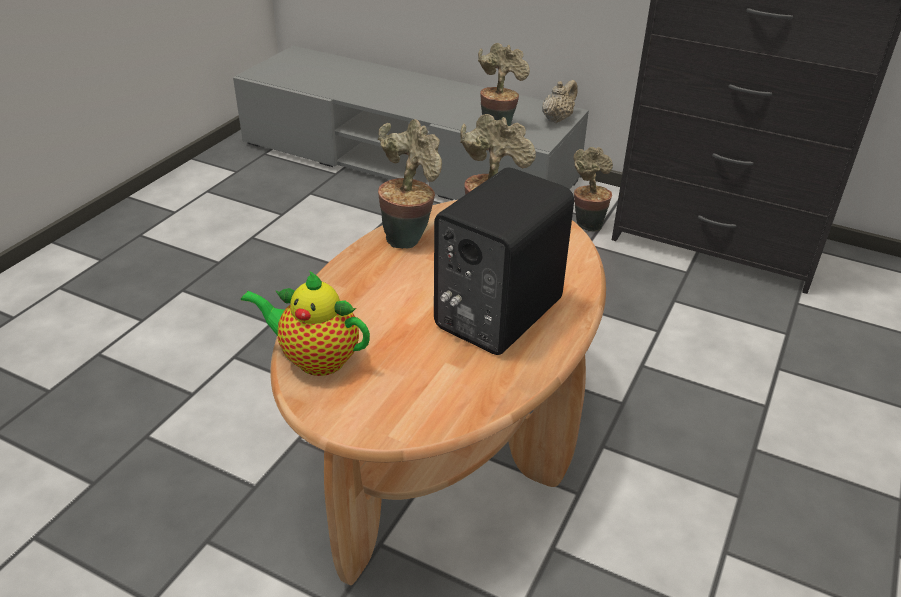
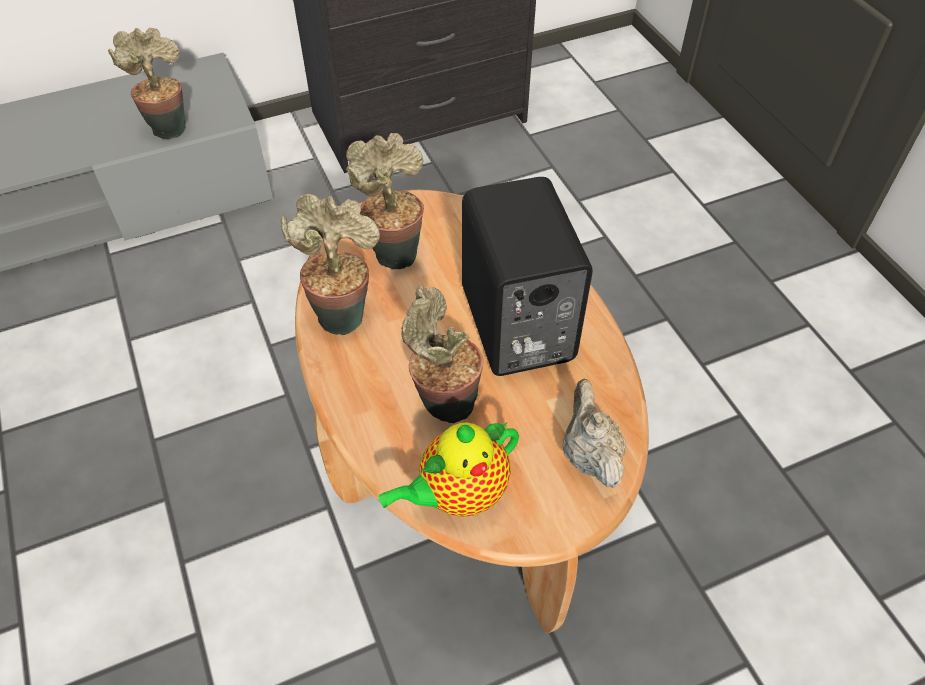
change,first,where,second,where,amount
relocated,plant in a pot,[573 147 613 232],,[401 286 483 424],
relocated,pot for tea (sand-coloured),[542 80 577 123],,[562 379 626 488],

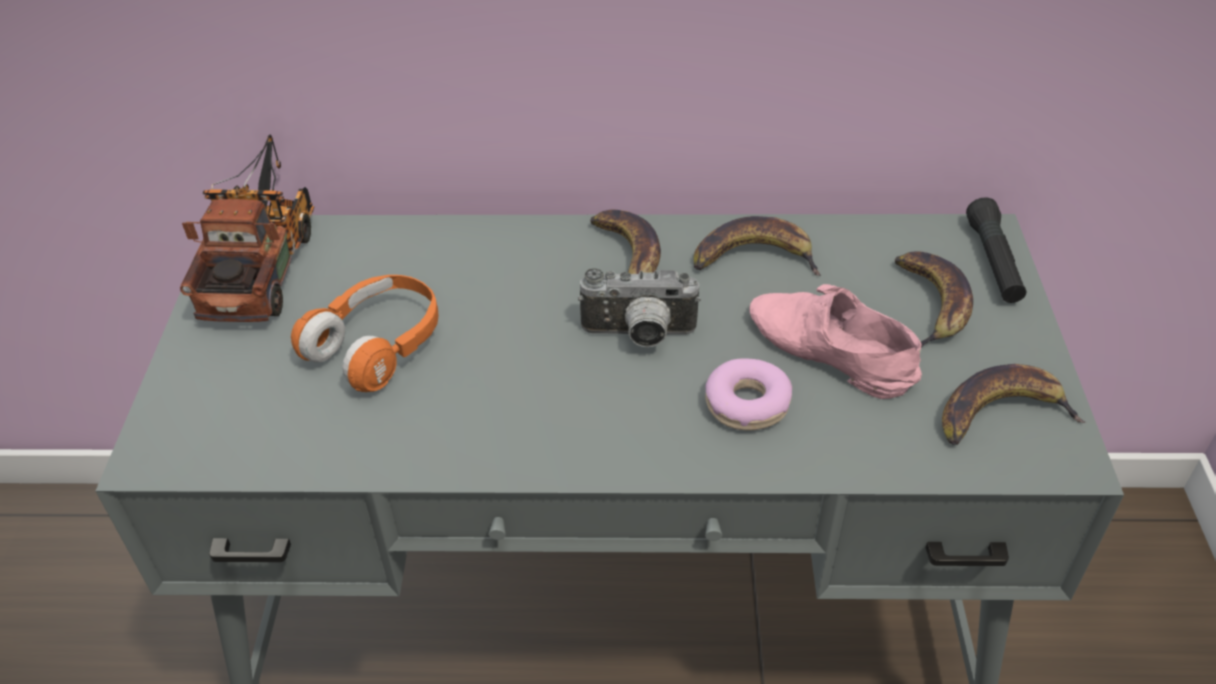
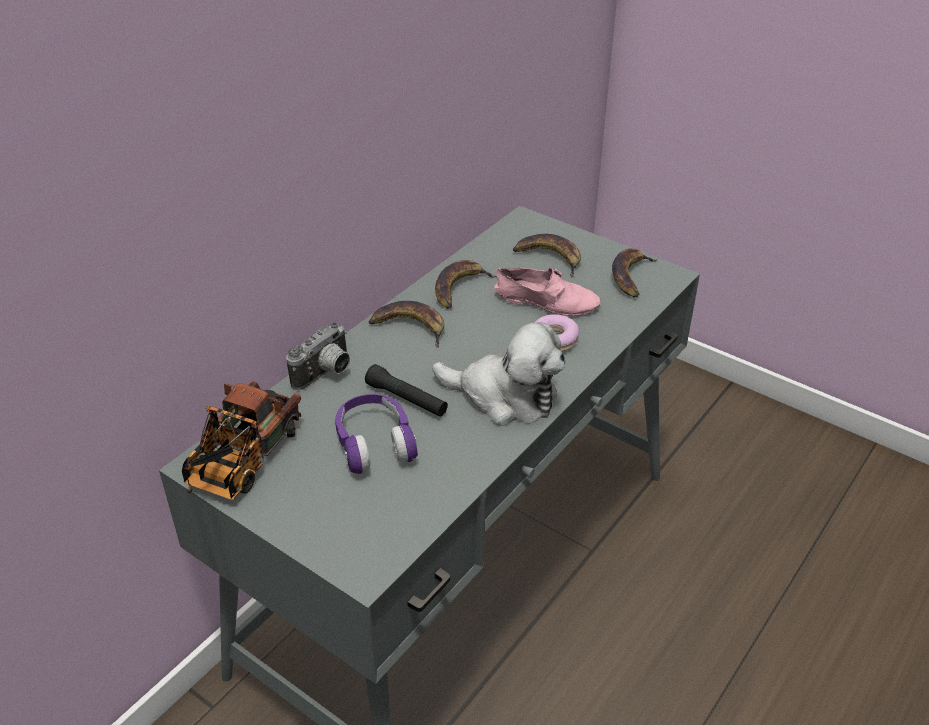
change,first,where,second,where,amount
spun,model truck,[180 134 314 322],,[182 381 301 500],105 degrees counterclockwise
relocated,still camera,[578 268 701 347],,[286 322 350 390],
colour,headset (orange-coloured),[291 275 439 392],headset (purple),[335 394 418 474],
relocated,hand torch (blackish),[966 197 1027 303],,[365 364 448 417],
appeared,,,cuddly toy,[432 322 565 426],
spun,item of footwear (pink-coloured),[750 284 922 399],,[494 267 600 316],150 degrees counterclockwise

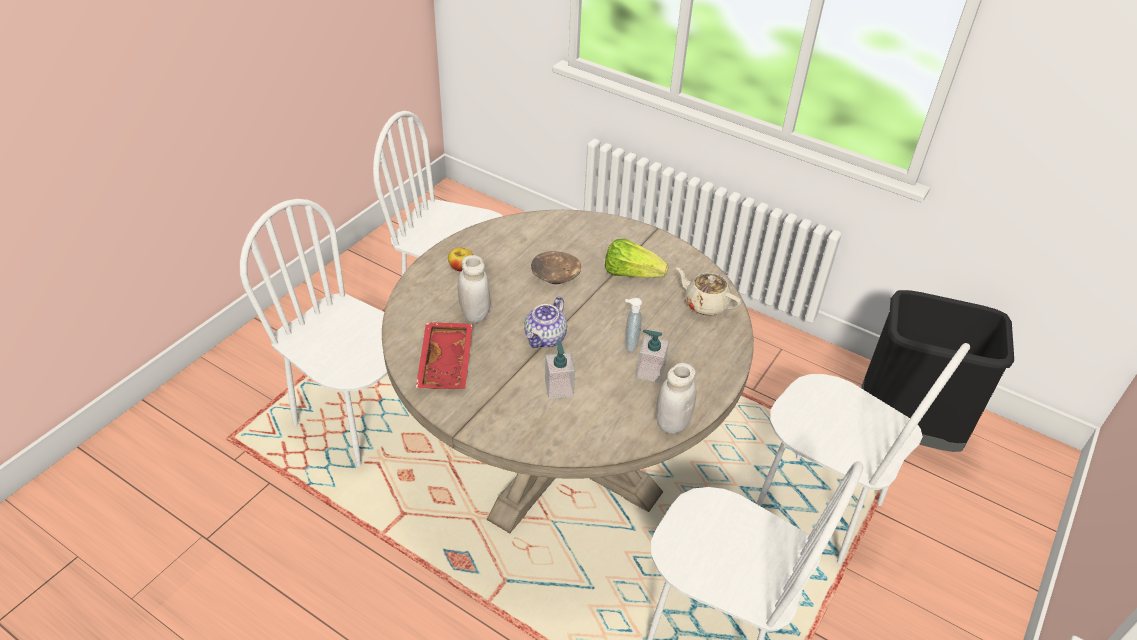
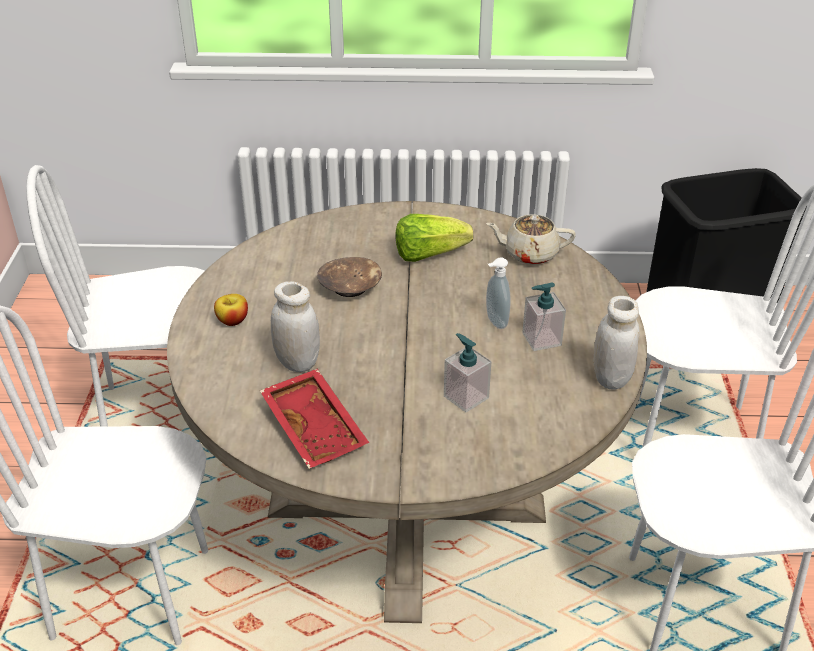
change,first,where,second,where,amount
missing,pot for tea,[524 296 567 348],,,

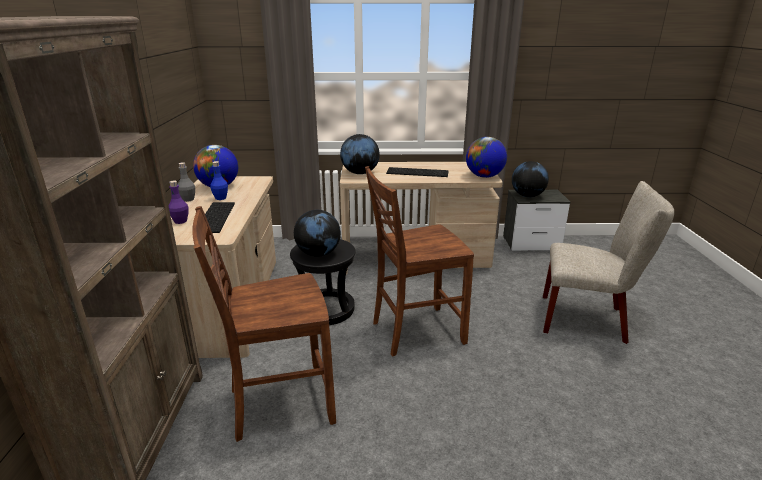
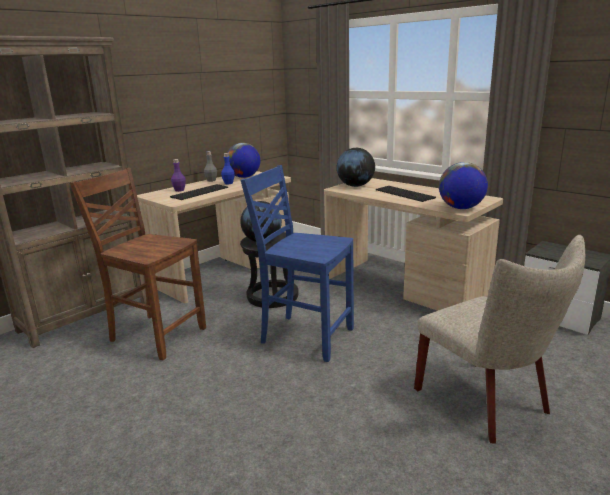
change,first,where,second,where,amount
colour,plain chair (brown-coloured),[365 166 474 356],plain chair (blue-coloured),[241 165 354 362],
missing,world globe,[512 161 549 197],,,

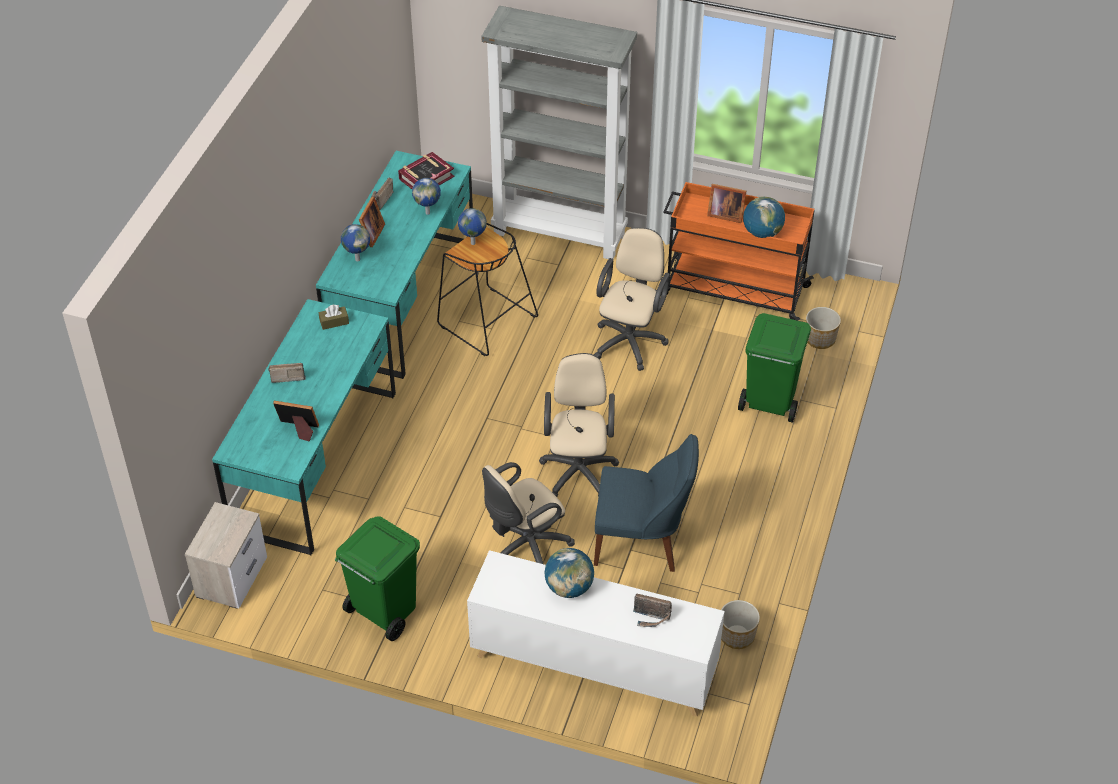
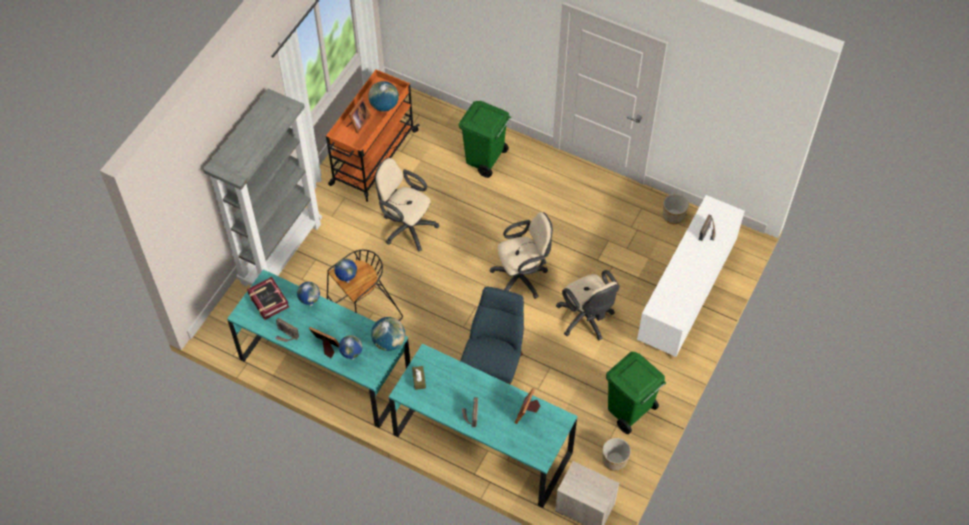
change,first,where,second,where,amount
relocated,world globe,[545 548 594 598],,[371 317 405 351],
relocated,plain chair (blue-coloured),[594 434 699 572],,[460 287 524 385],
spun,office chair (sand-coloured),[539 353 619 497],,[490 212 553 299],150 degrees clockwise
relocated,planter,[806 307 841 349],,[603 438 631 471],

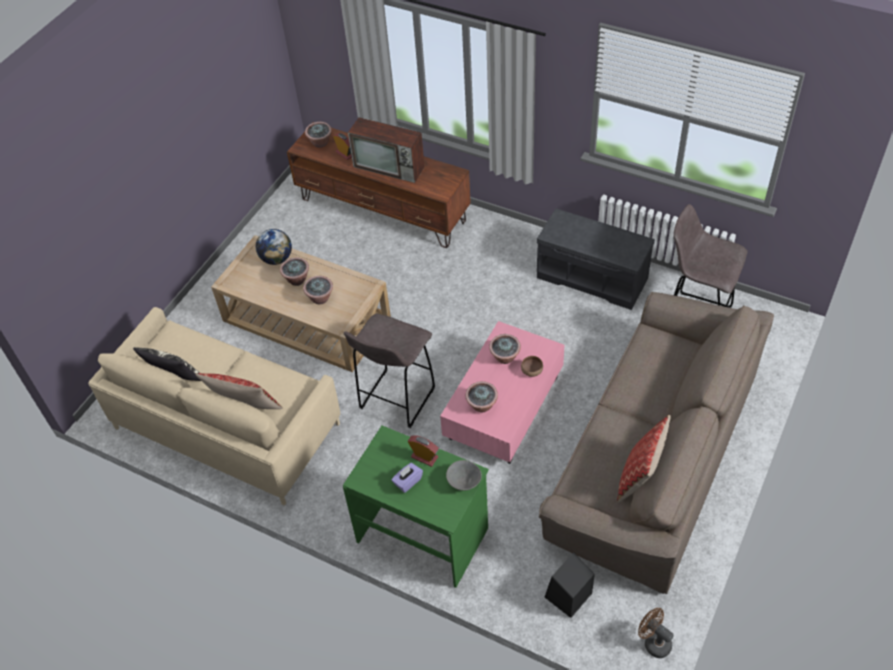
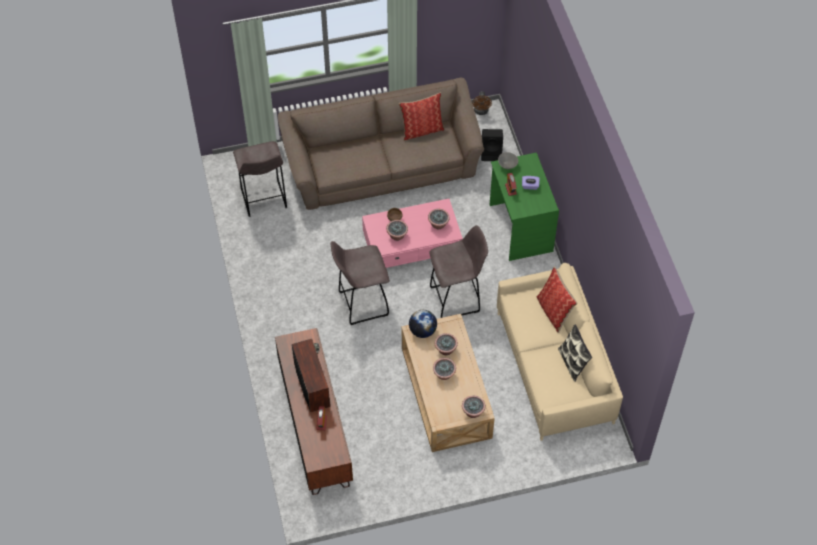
change,first,where,second,where,amount
appeared,,,stool seat (gray),[331 241 390 325],
relocated,world globe,[256 229 292 265],,[409 310 437 338],
relocated,plant in a pot,[305 122 332 148],,[462 395 485 418],
missing,bench (gray),[537 209 655 310],,,

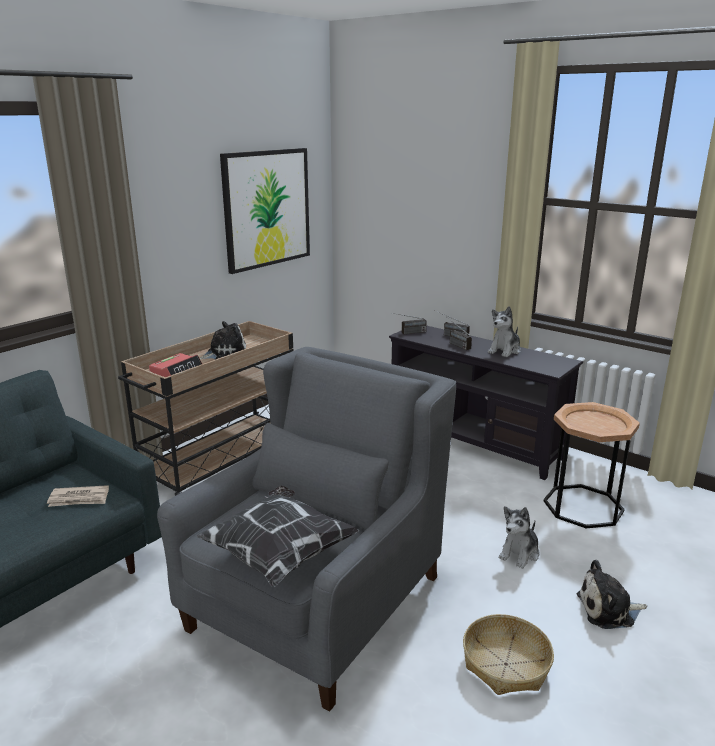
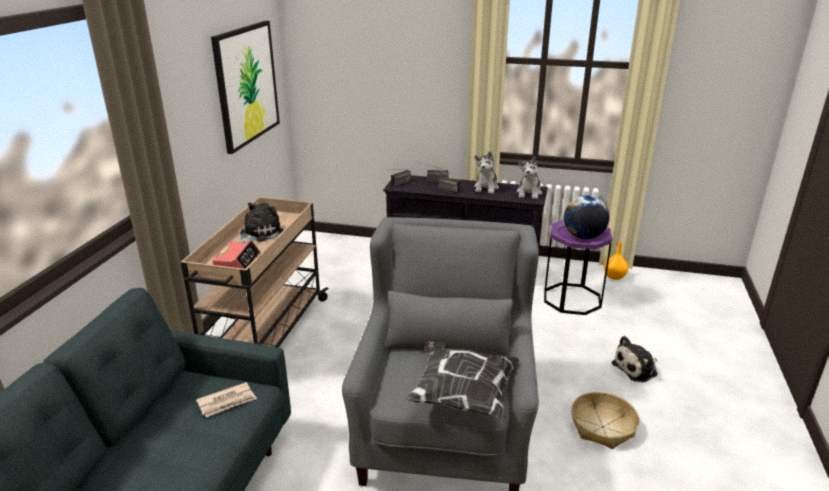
change,first,where,second,where,amount
relocated,cuddly toy,[499 506 539 569],,[516 156 542 199],
colour,end table (brown-coloured),[544 402 640 528],end table (purple),[544 220 612 315],
appeared,,,world globe,[564 195 610 239],
appeared,,,vase (orange-coloured),[604 242 629 280],

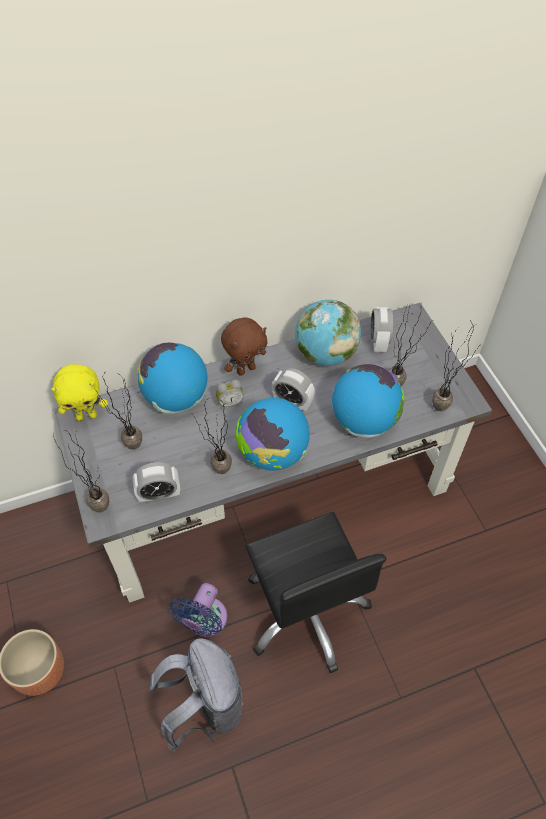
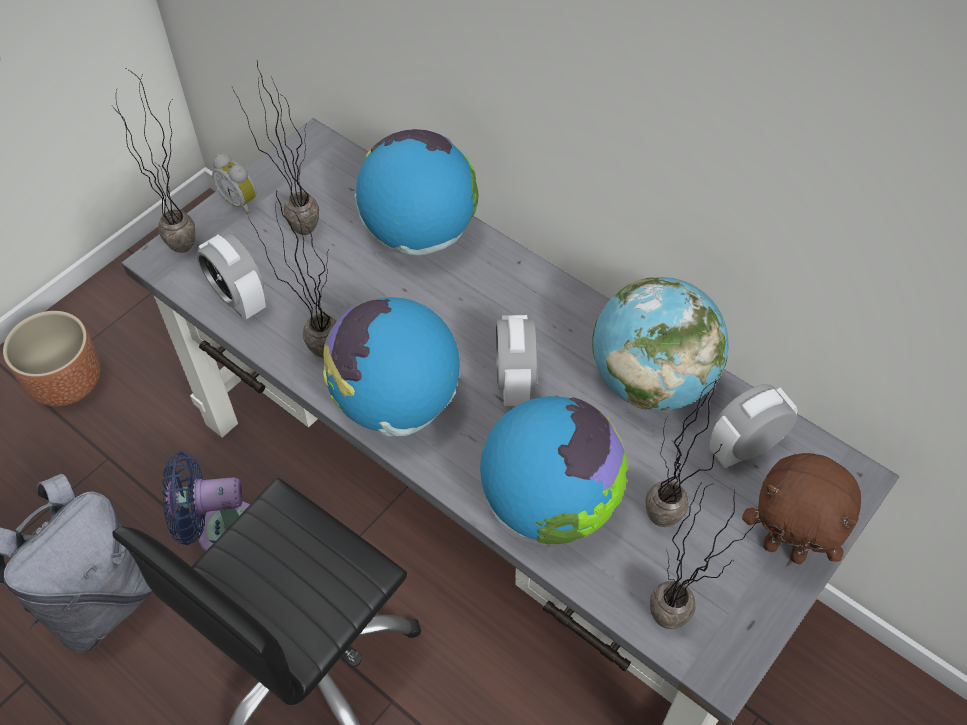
change,first,where,second,where,amount
relocated,table clock,[216 380 244 409],,[212 154 257 215],
relocated,cuddly toy (brown-coloured),[221 318 267 376],,[742 453 861 564],
missing,cuddly toy (yellow),[51 364 108 421],,,

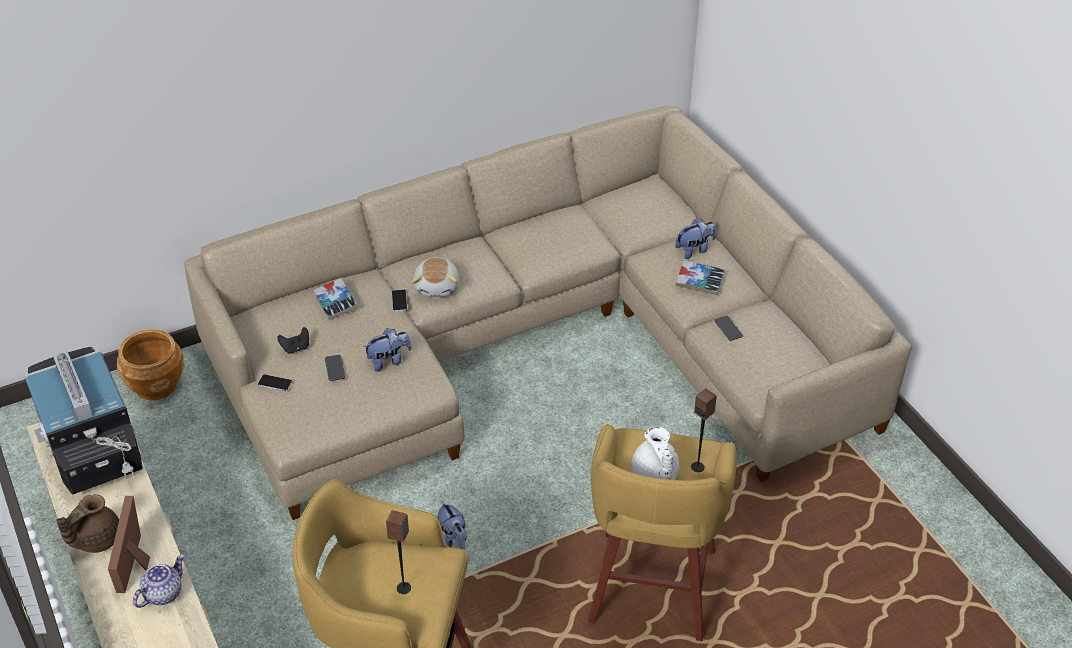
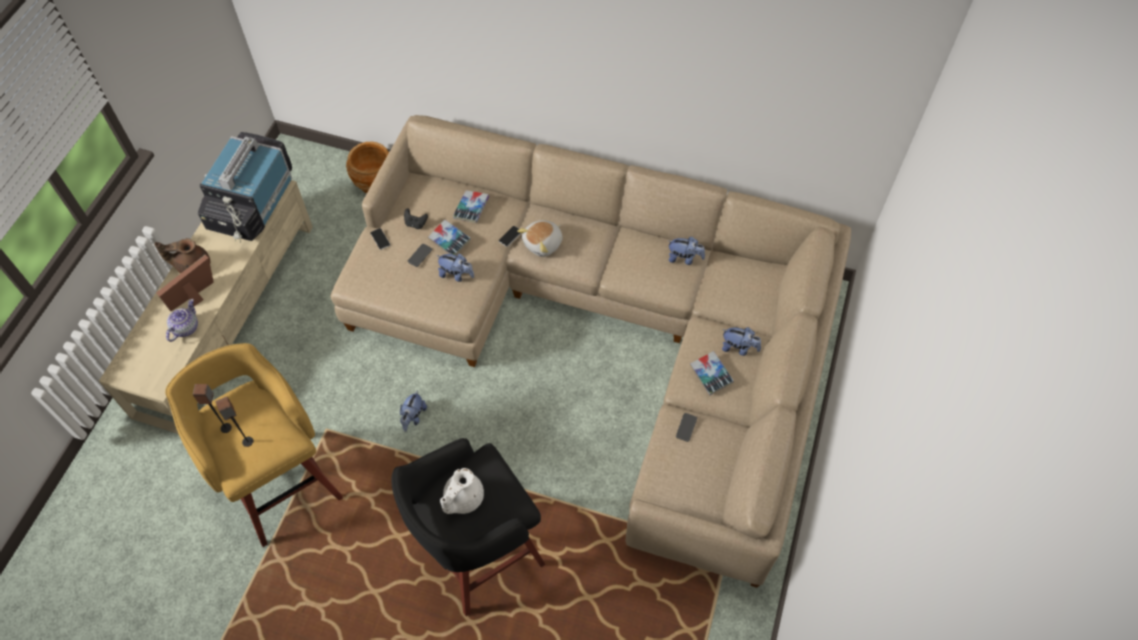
change,first,where,second,where,amount
spun,pot for tea,[133 555 184 608],,[166 299 198 342],60 degrees counterclockwise
relocated,speaker,[691 388 717 472],,[193 384 232 433],
colour,stool seat (yellow),[588 424 737 641],stool seat (blackish),[392 438 545 616],
appeared,,,book,[428 220 471 255],
appeared,,,cuddly toy,[668 237 705 265],

